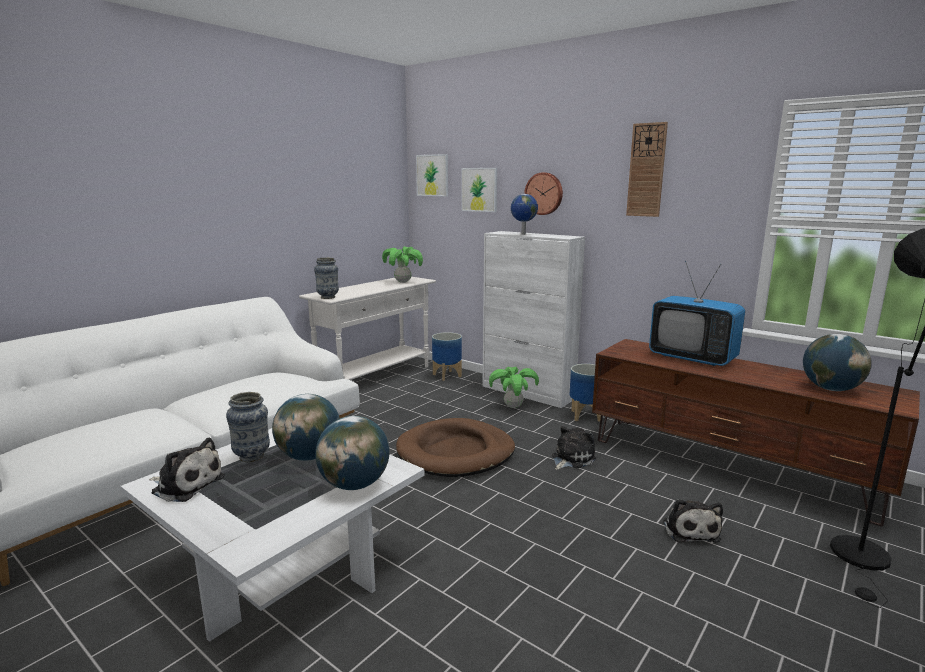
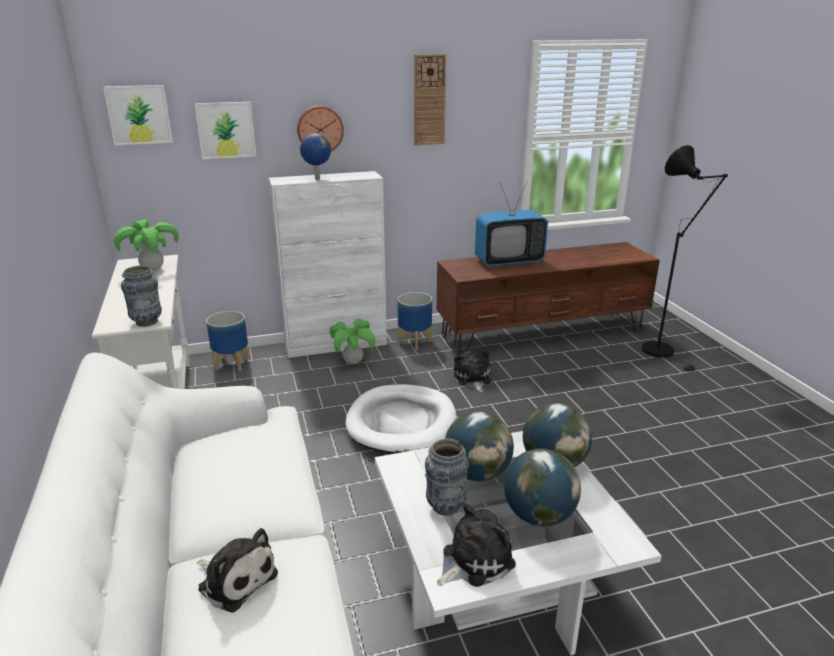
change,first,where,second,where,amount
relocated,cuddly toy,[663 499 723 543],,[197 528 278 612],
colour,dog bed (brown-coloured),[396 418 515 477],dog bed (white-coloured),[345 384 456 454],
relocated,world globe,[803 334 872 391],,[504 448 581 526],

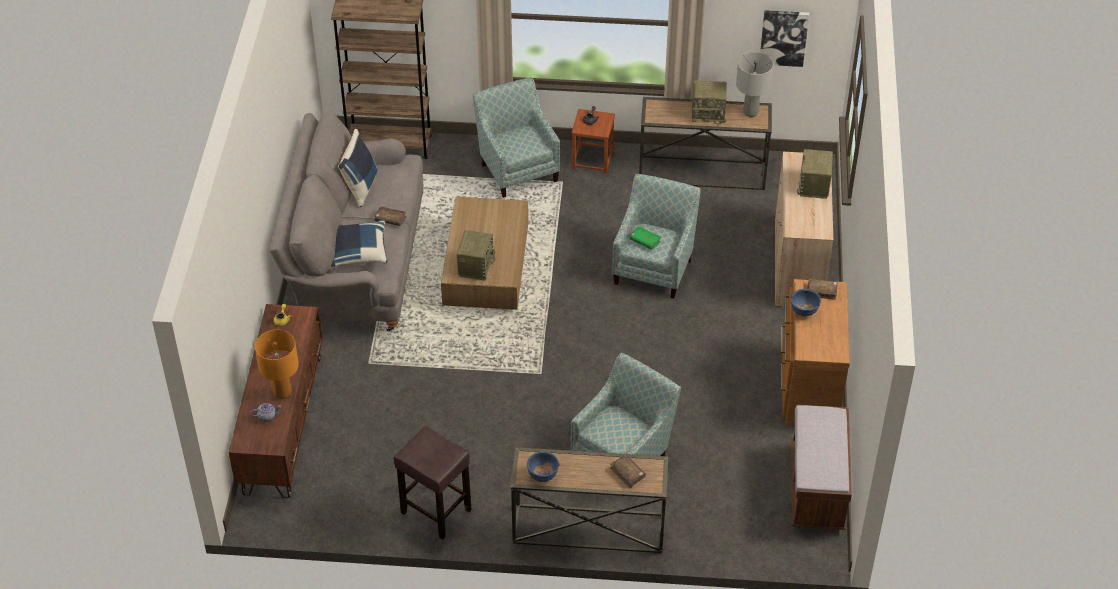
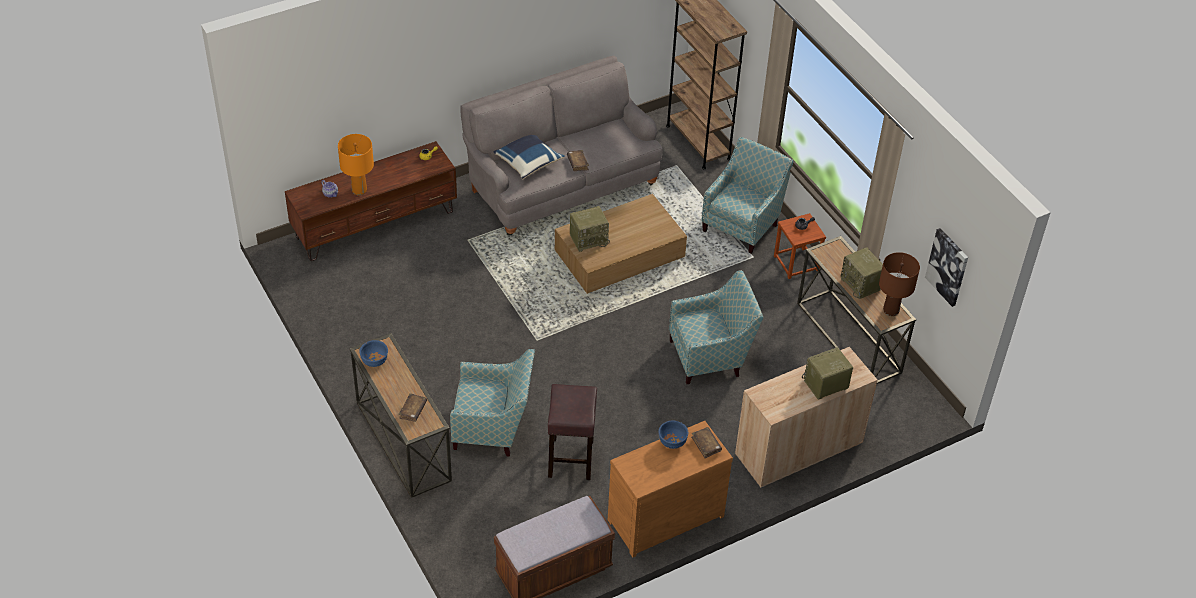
change,first,where,second,where,amount
relocated,stool seat (brown-coloured),[394 426 471 540],,[548 384 597 480],
colour,tabletop lamp (gray),[736 52 773 117],tabletop lamp (brown-coloured),[879 252 920 316],
missing,cushion (blue-coloured),[338 129 379 207],,,
missing,book (green-coloured),[629 226 661 250],,,

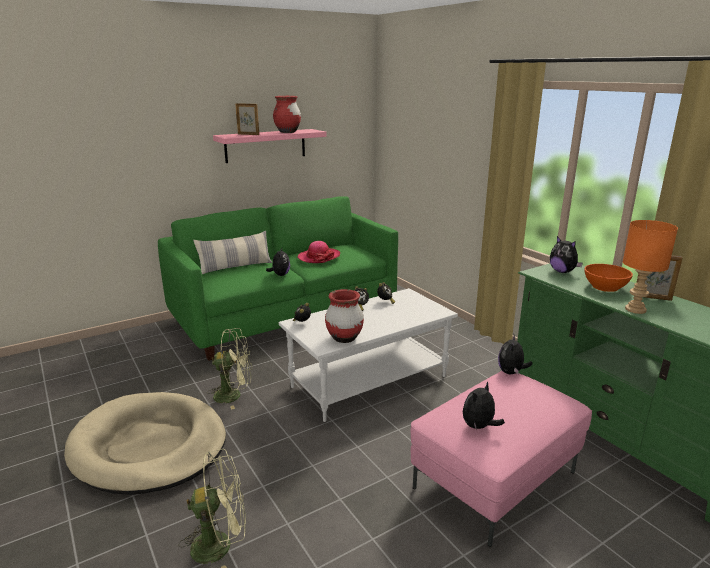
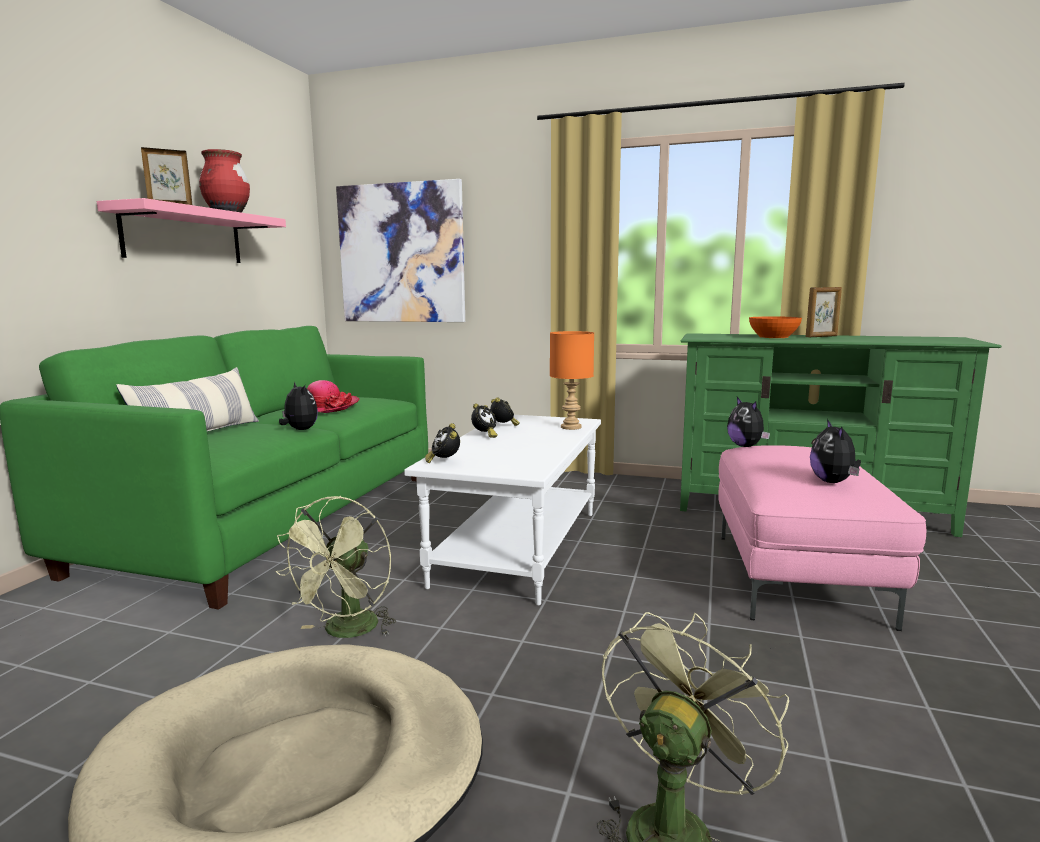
change,first,where,second,where,amount
spun,electric fan (green-coloured),[207 328 252 410],,[275 496 396 638],150 degrees clockwise
appeared,,,picture,[336 179 465 322],
relocated,tabletop lamp (orange-coloured),[623 220 678 314],,[550 331 594 430],
missing,vase (reddish),[325 289 364 343],,,
missing,cuddly toy,[550 236 583 273],,,

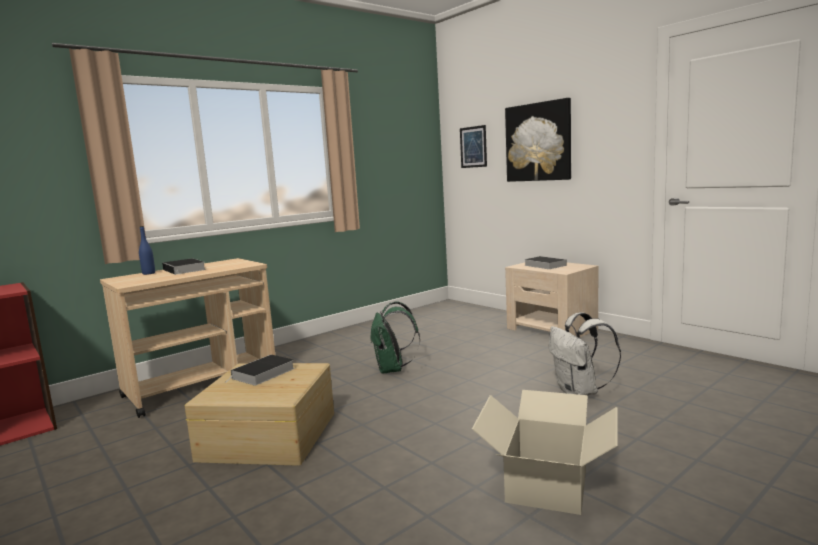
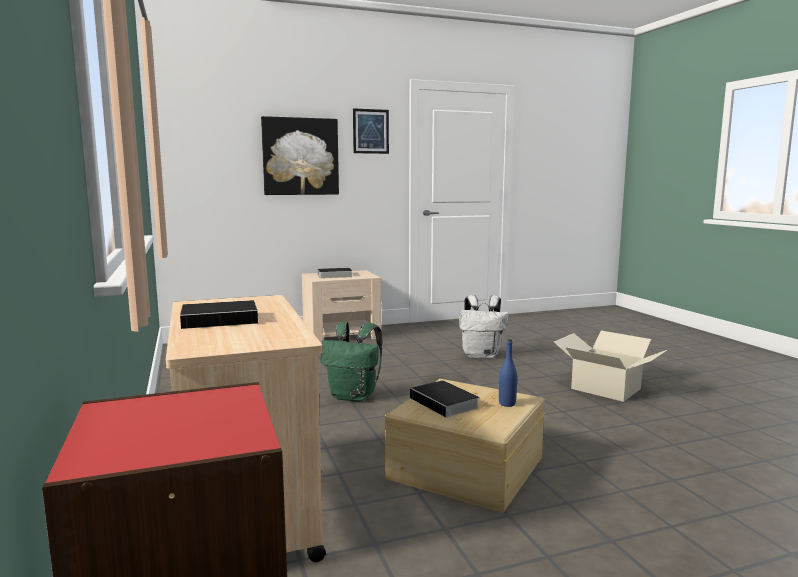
change,first,where,second,where,amount
relocated,picture,[460 125 487 168],,[353 108 389 154],
relocated,bottle (blue-coloured),[139 226 155 275],,[499 339 517 407],

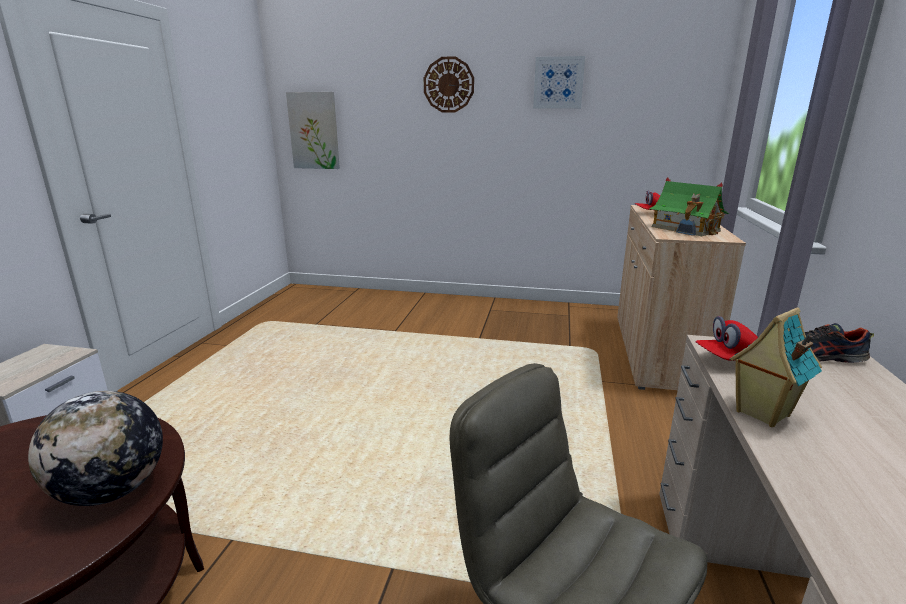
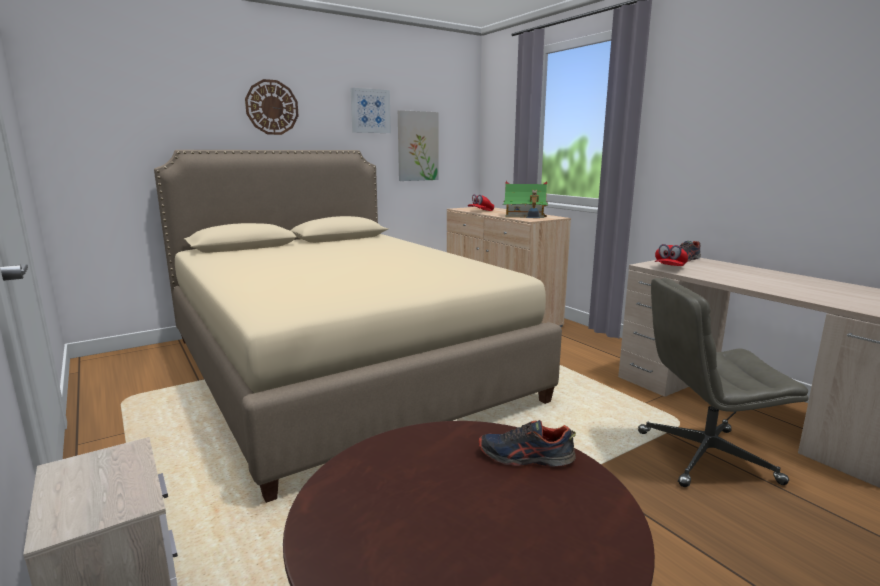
change,first,where,second,where,amount
appeared,,,sleeping bed (sand-coloured),[154 150 562 503],
relocated,picture,[286 92 340 169],,[398 110 438 181],
exchanged,world globe,[28 391 163 506],item of footwear,[479 420 576 467],
missing,toy house,[730 307 822 427],,,

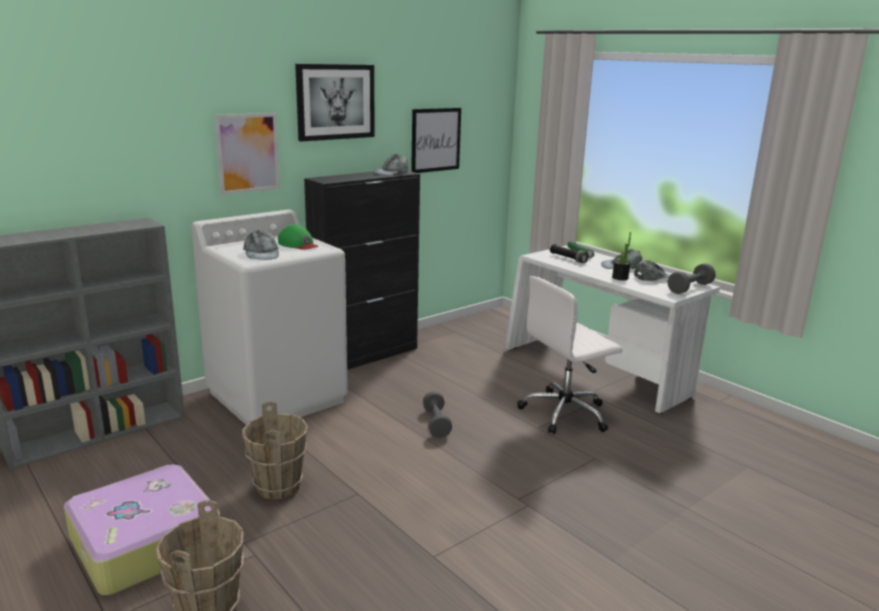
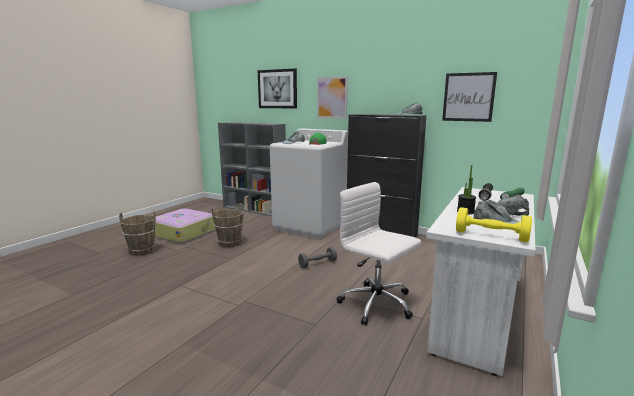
change,first,where,second,where,amount
relocated,picture,[295 64 375 142],,[258 69 297 109],
colour,free weight (gray),[668 263 715 294],free weight (yellow),[456 207 532 242],

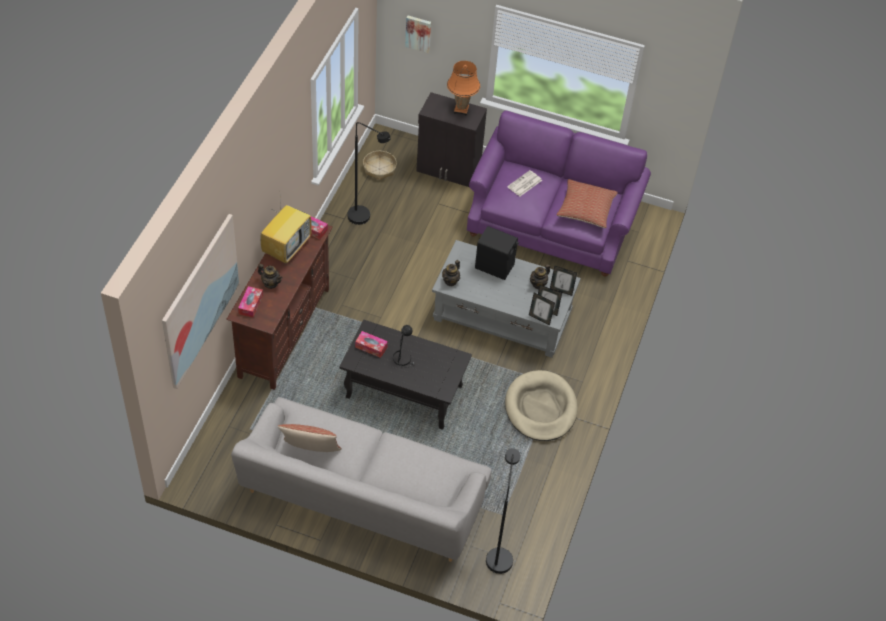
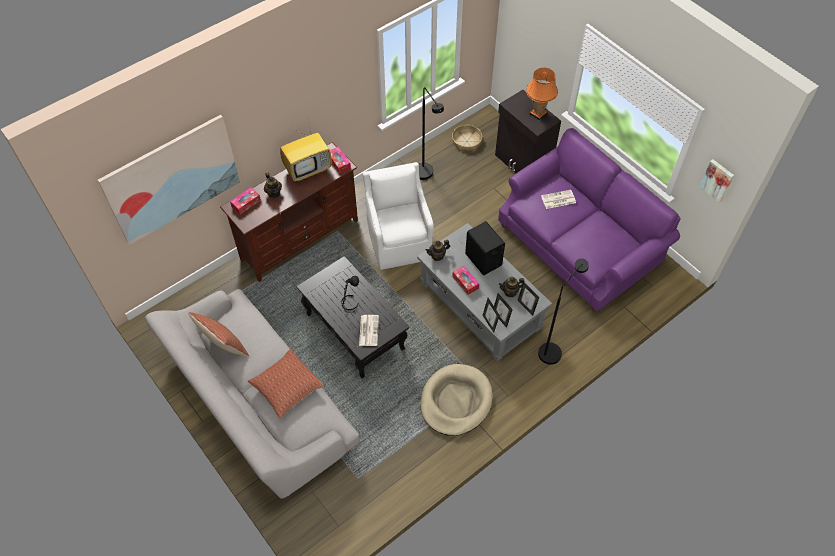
change,first,where,second,where,amount
relocated,cushion,[556 179 618 228],,[248 349 324 419],
appeared,,,daily paper,[359 315 379 346],
appeared,,,armchair (white-coloured),[363 162 434 270],
relocated,tissue holder,[355 331 388 358],,[452 266 479 295],
relocated,floor lamp (blackish),[486 448 520 574],,[538 258 589 365],
relocated,picture,[405 16 431 53],,[699 159 734 203],

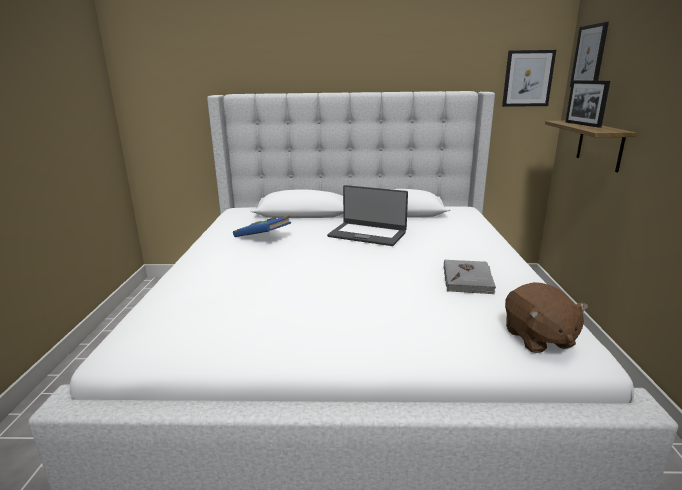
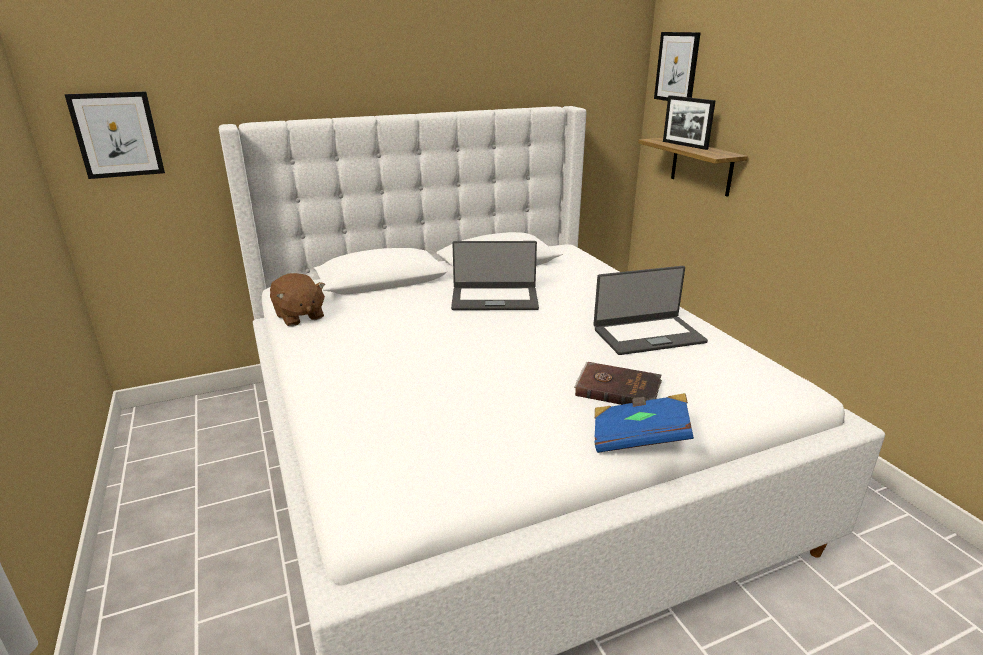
change,first,where,second,where,amount
relocated,picture,[502 50 556 107],,[65 92 165 179],
relocated,cuddly toy (brown-coloured),[505 282 589 353],,[270 273 325 326],
appeared,,,book (brown-coloured),[574 362 662 405],
exchanged,book (gray),[444 260 496 294],laptop,[593 266 708 355],
relocated,book (blue-coloured),[233 216 291 237],,[594 393 694 453],

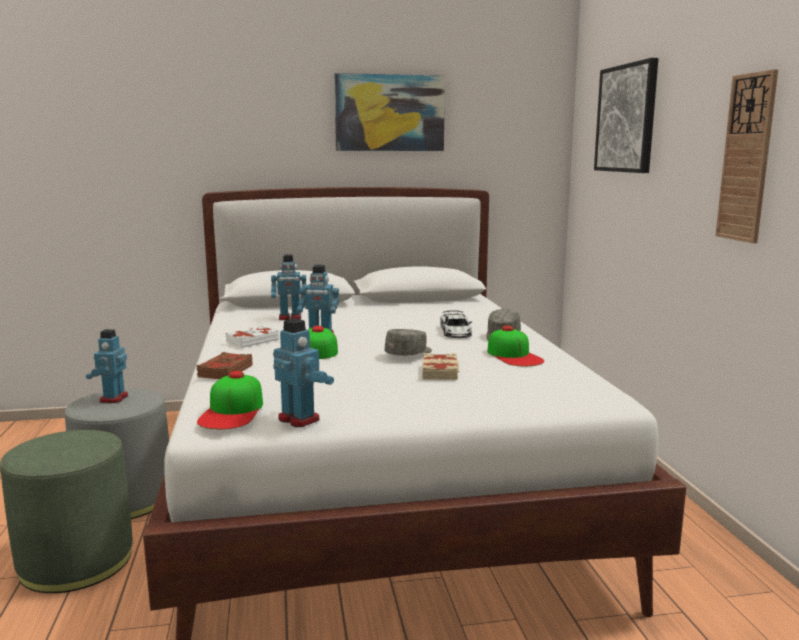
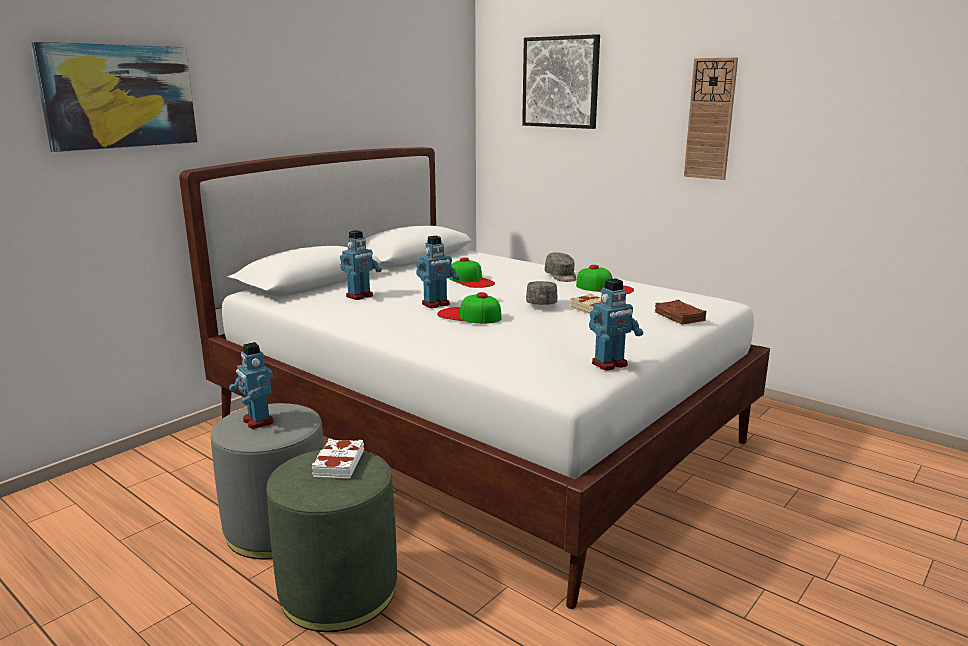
change,first,where,second,where,amount
relocated,picture,[334 73 445 151],,[30 42 197 152],
relocated,book (white-coloured),[225 325 279 348],,[312 439 364 479],
relocated,cap,[197 371 263 429],,[449 257 495 288],
spun,robot figure,[273 318 334 427],,[589 278 643 371],150 degrees clockwise
relocated,book (brown-coloured),[196 352 253 379],,[655 299 706 325],
missing,model car,[440 310 472 338],,,

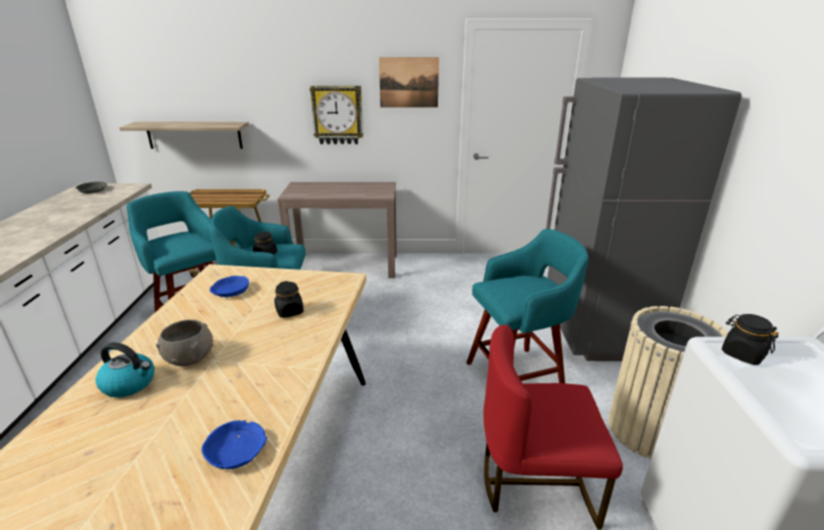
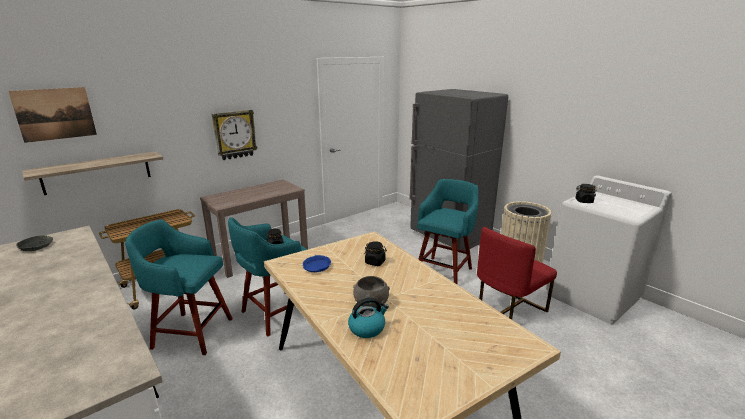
change,first,where,second,where,amount
relocated,picture,[379 57 439 107],,[8 87 97 143],
missing,bowl (blue-coloured),[201 420 267 469],,,

